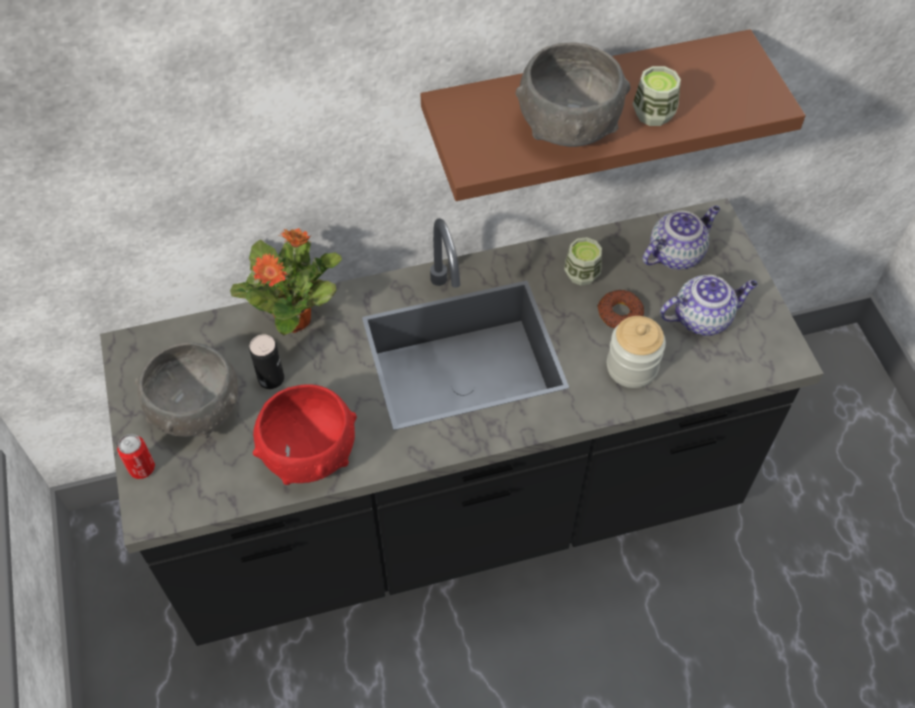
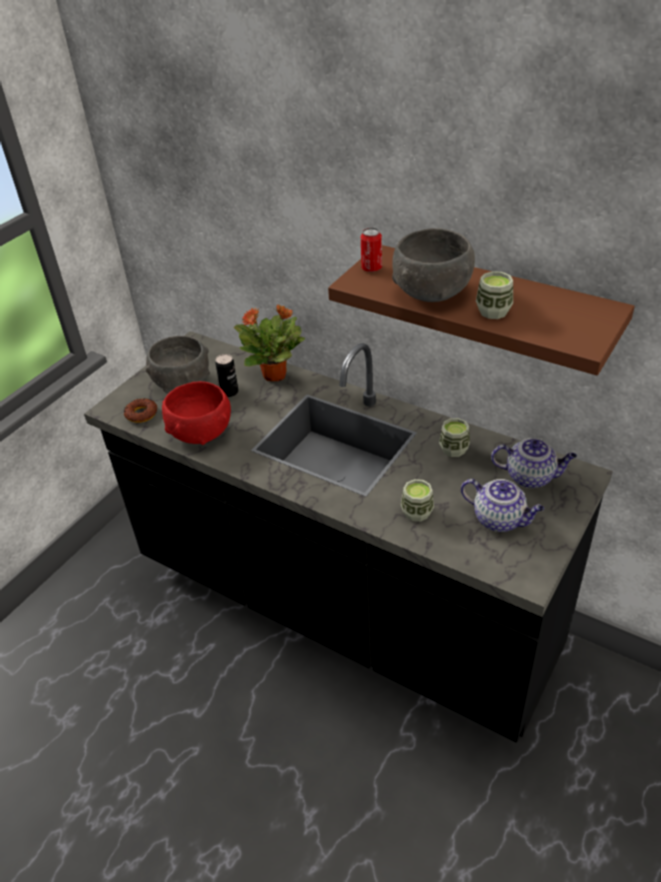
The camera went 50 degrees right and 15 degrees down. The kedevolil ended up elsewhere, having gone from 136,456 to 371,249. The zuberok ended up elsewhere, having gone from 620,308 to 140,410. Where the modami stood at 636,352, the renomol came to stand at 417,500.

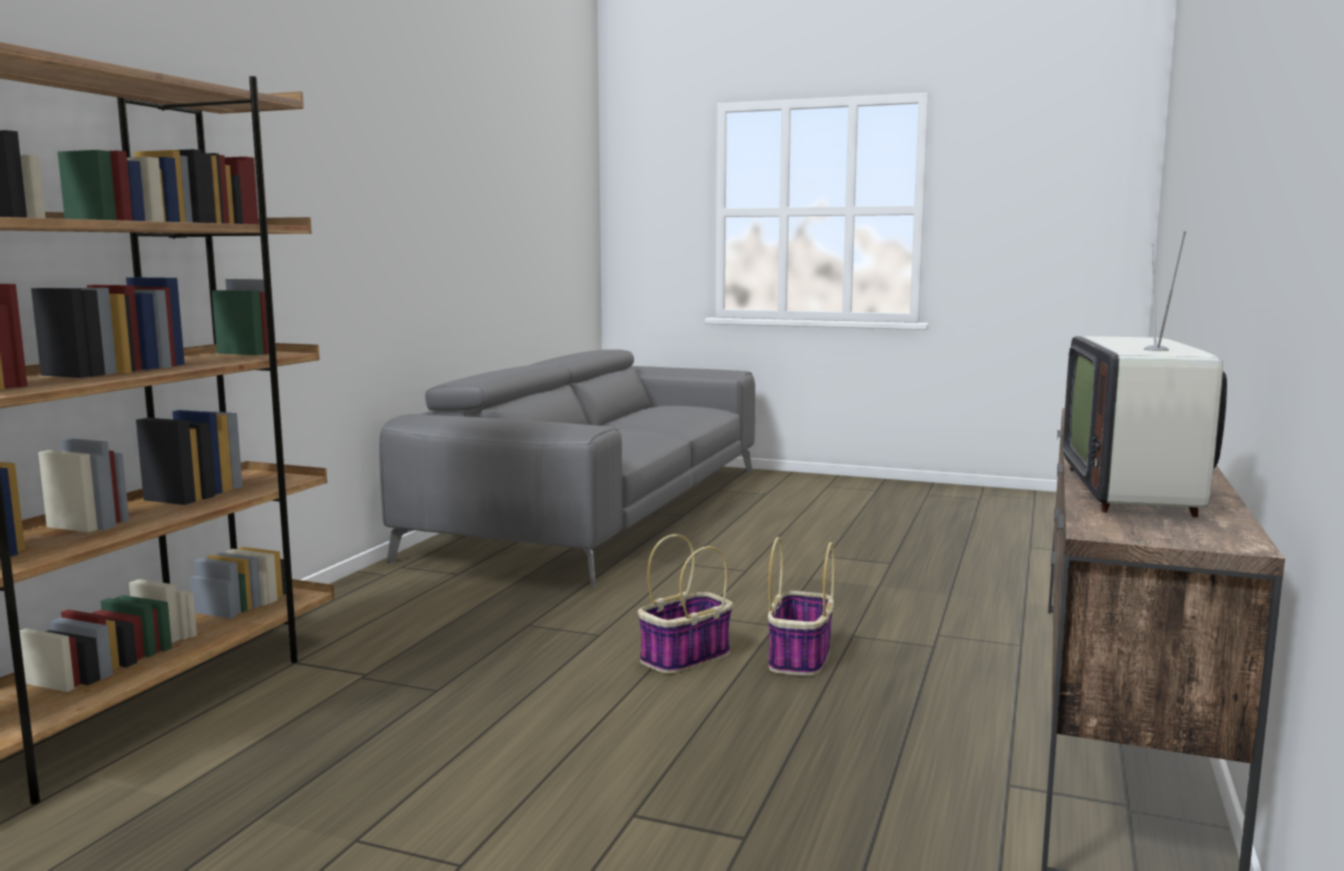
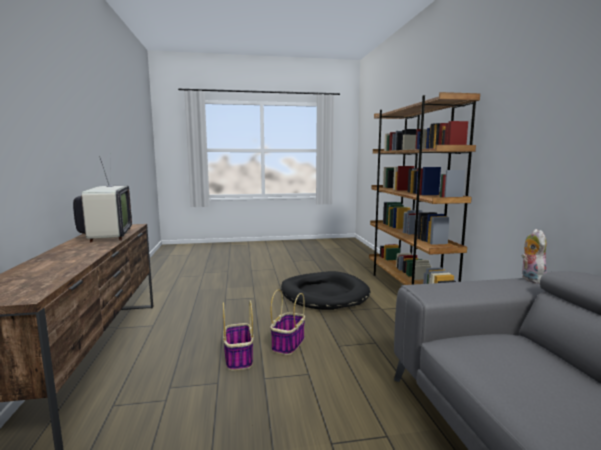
The camera went 150 degrees right and 0 degrees up. The second view gained the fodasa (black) at 325,290. The second view gained the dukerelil at 534,256.

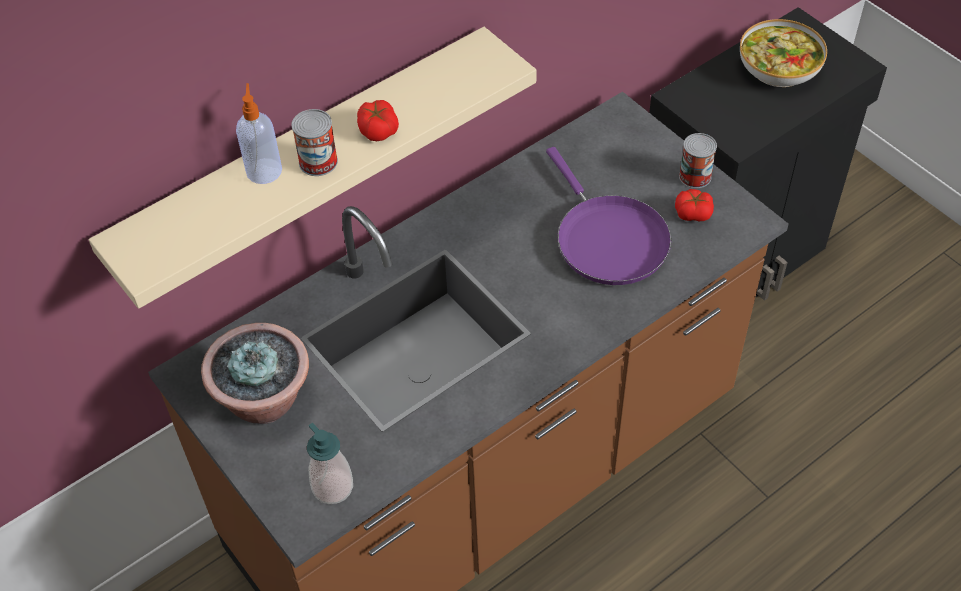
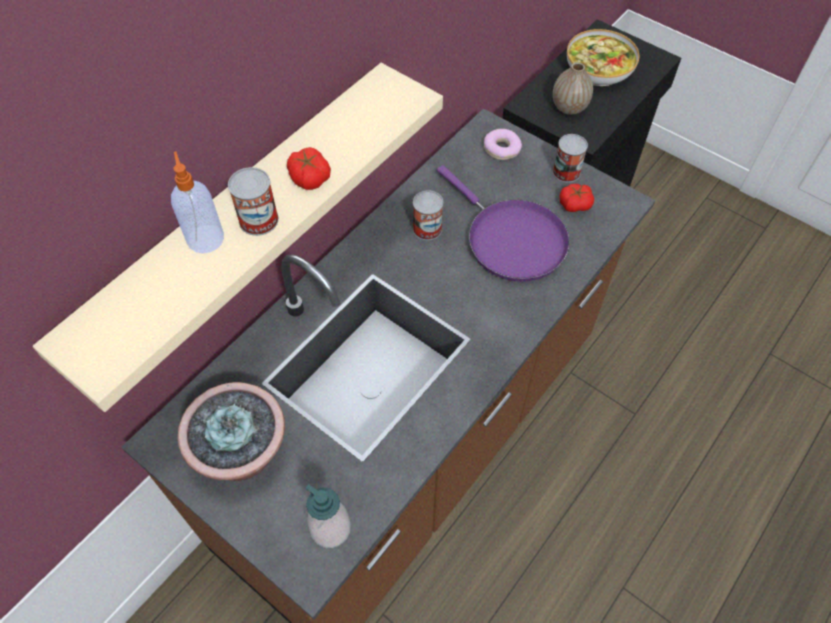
The camera went 15 degrees left and 5 degrees up. The second view gained the kedevolil at 428,215. The second view gained the zuberok at 503,144. The second view gained the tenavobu at 573,88.

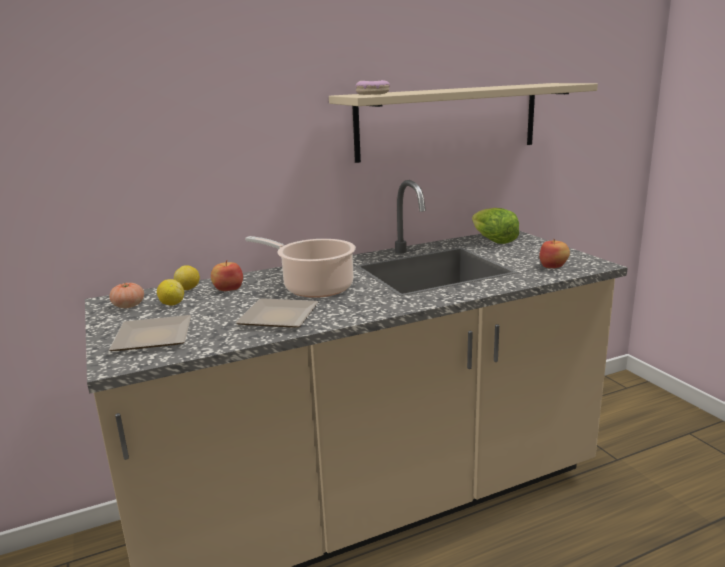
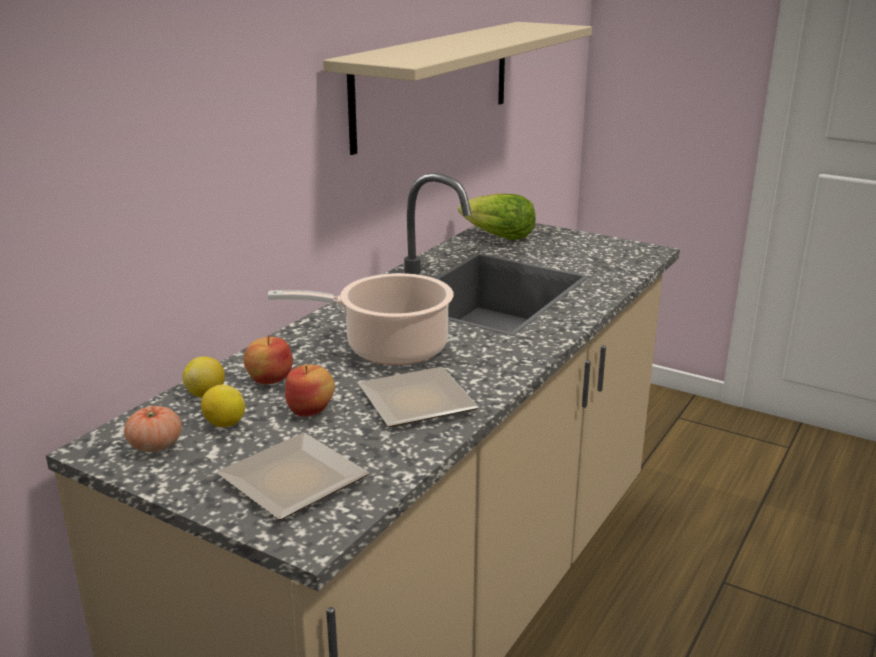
The camera went 35 degrees left and 5 degrees up. The second view lost the zuberok at 372,87. The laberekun ended up elsewhere, having gone from 554,253 to 310,391.

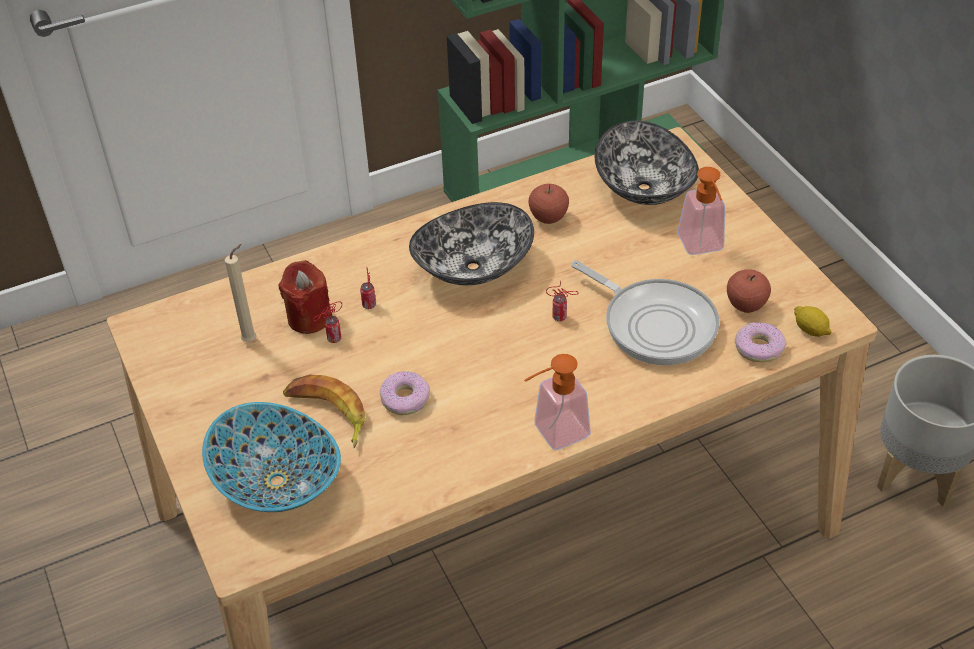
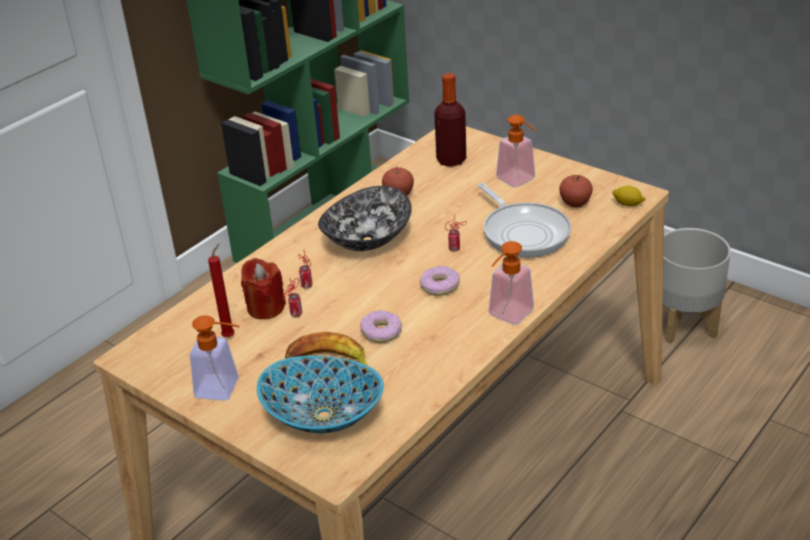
The camera went 25 degrees left and 10 degrees down. What was the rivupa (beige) at 240,293 turned into the rivupa (red) at 221,290. The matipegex at 645,312 ended up facing another way, 45 degrees clockwise from before. Where the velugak stood at 647,163, the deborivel came to stand at 450,120. The zuberok ended up elsewhere, having gone from 760,342 to 440,281. The second view gained the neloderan at 215,358.

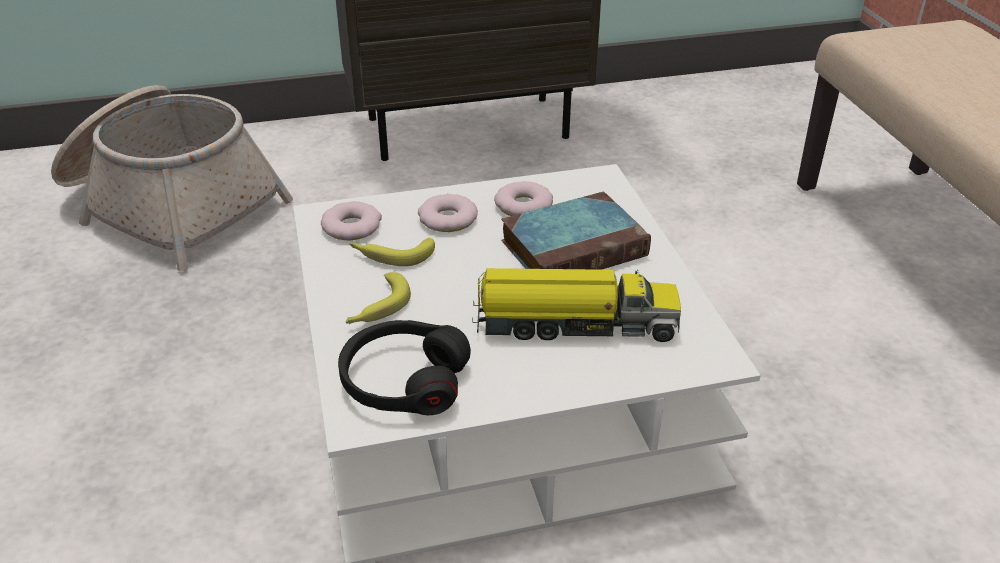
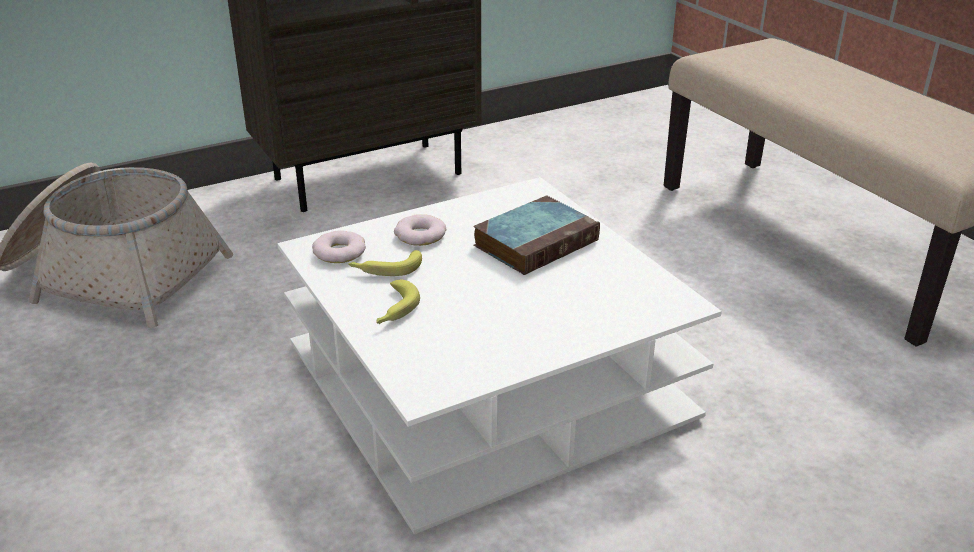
The camera went 15 degrees left and 5 degrees down. The second view lost the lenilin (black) at 404,367. The second view lost the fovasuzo at 576,305. The second view lost the zuberok at 523,198.

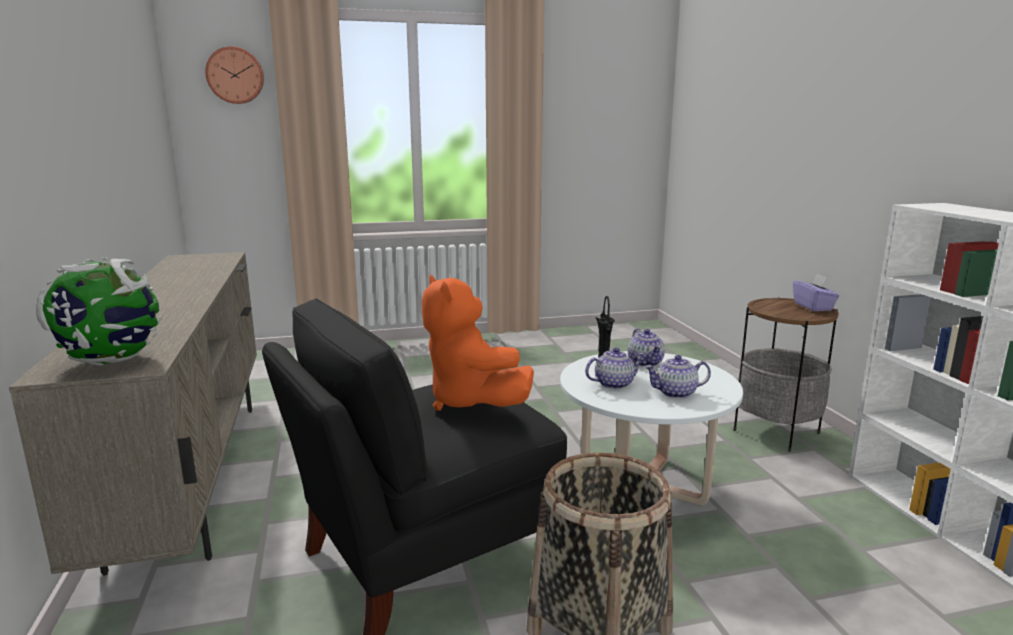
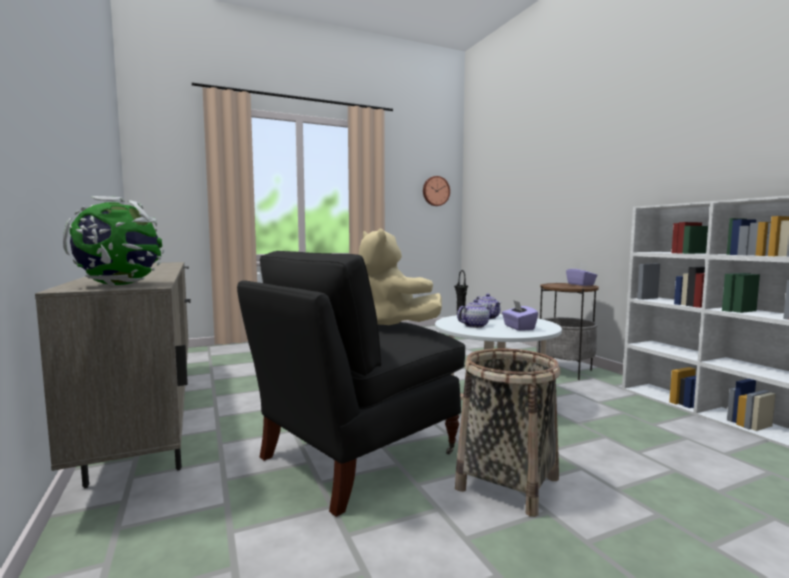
The camera went 10 degrees left and 10 degrees down. The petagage ended up elsewhere, having gone from 234,75 to 436,191. What was the dukerelil (orange) at 478,343 turned into the dukerelil (beige) at 400,276. Where the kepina stood at 678,377, the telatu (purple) came to stand at 520,315.

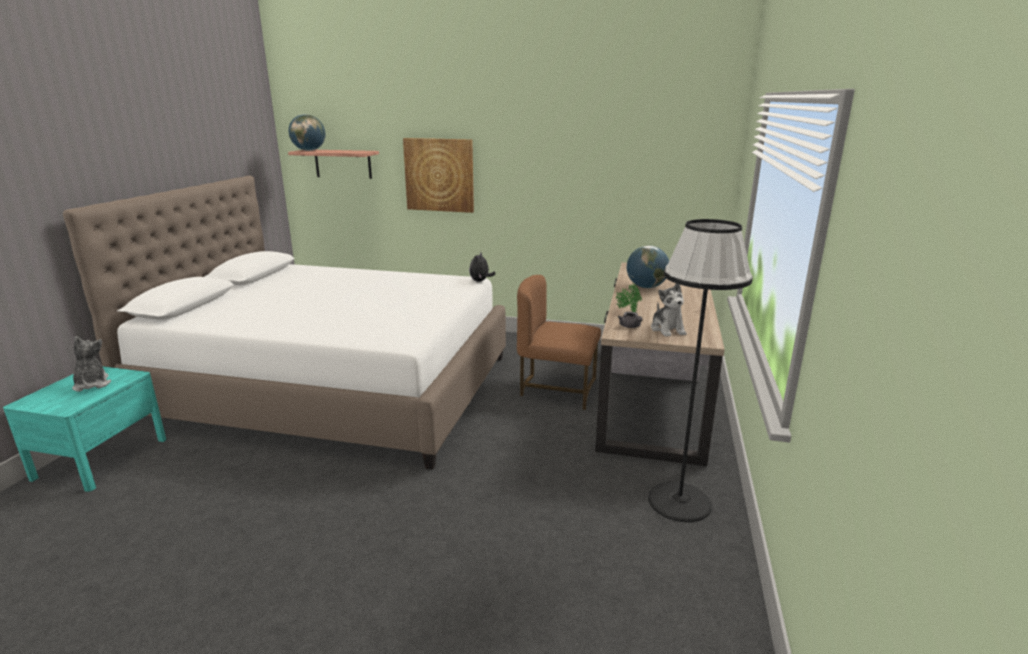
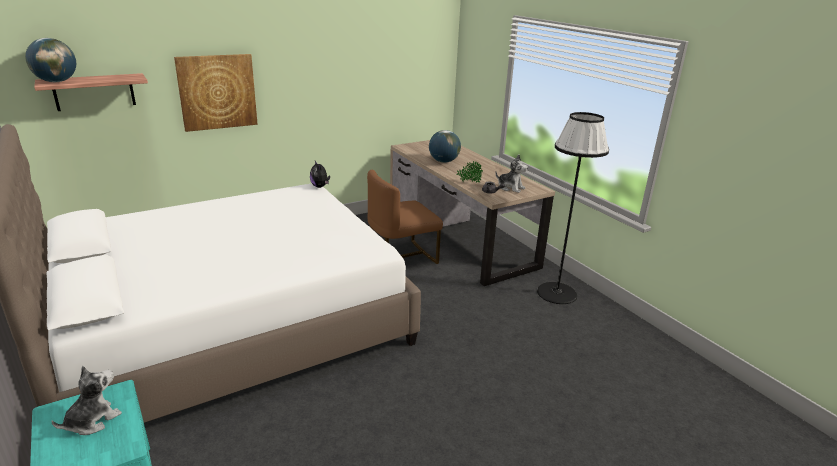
The camera went 45 degrees left and 5 degrees up. The dukerelil at 91,364 ended up facing another way, 105 degrees clockwise from before.

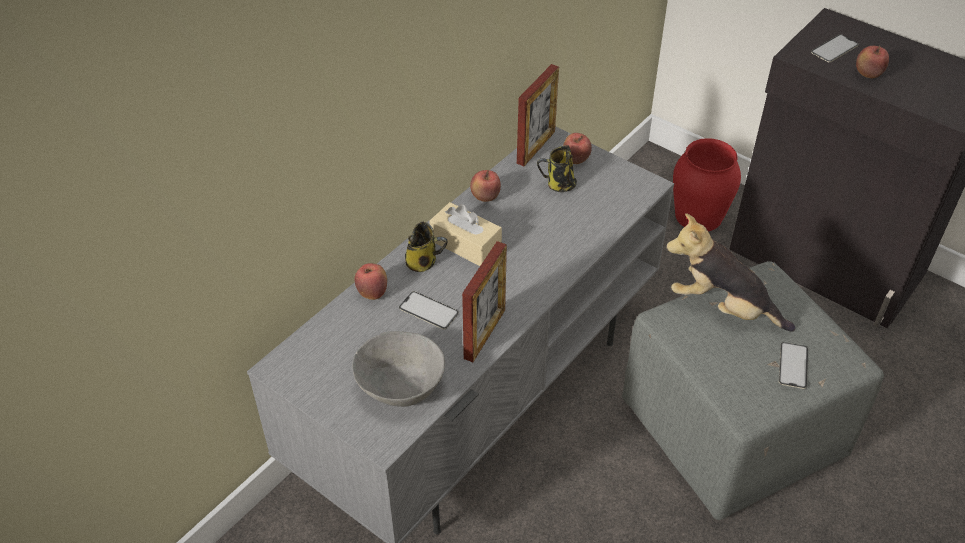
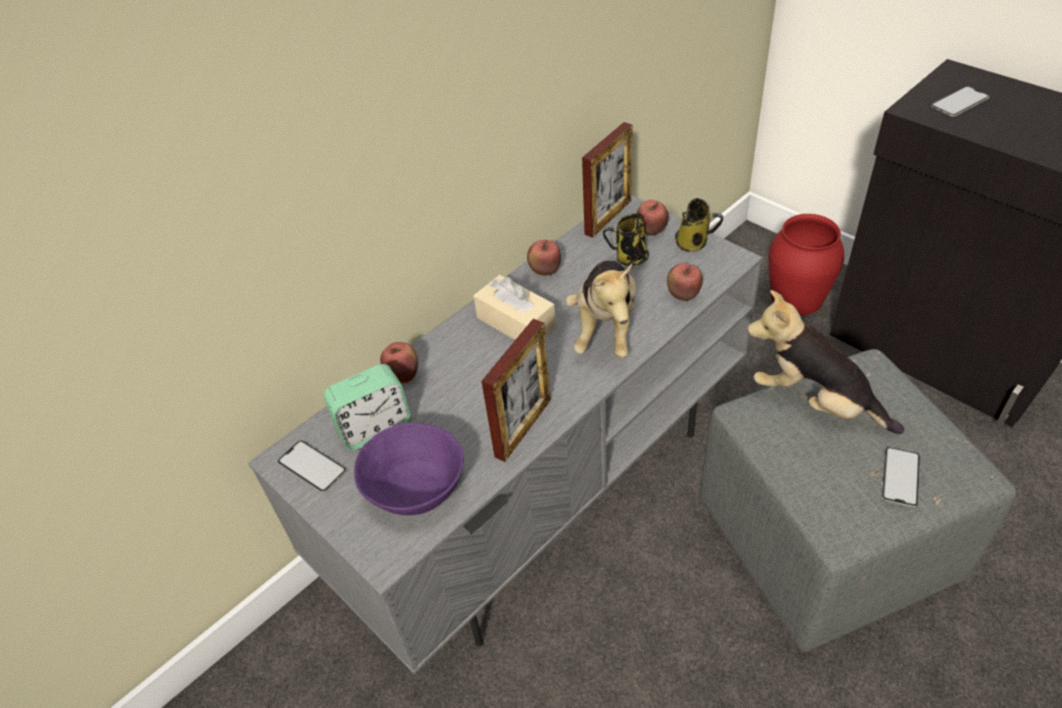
The camera went 10 degrees right and 0 degrees up. What was the velugak (grey) at 398,369 turned into the velugak (purple) at 409,469. The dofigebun ended up elsewhere, having gone from 429,310 to 312,466. The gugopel ended up elsewhere, having gone from 426,247 to 699,225. The laberekun ended up elsewhere, having gone from 872,62 to 685,282. The second view gained the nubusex at 367,407. The second view gained the dukerelil at 601,309.

